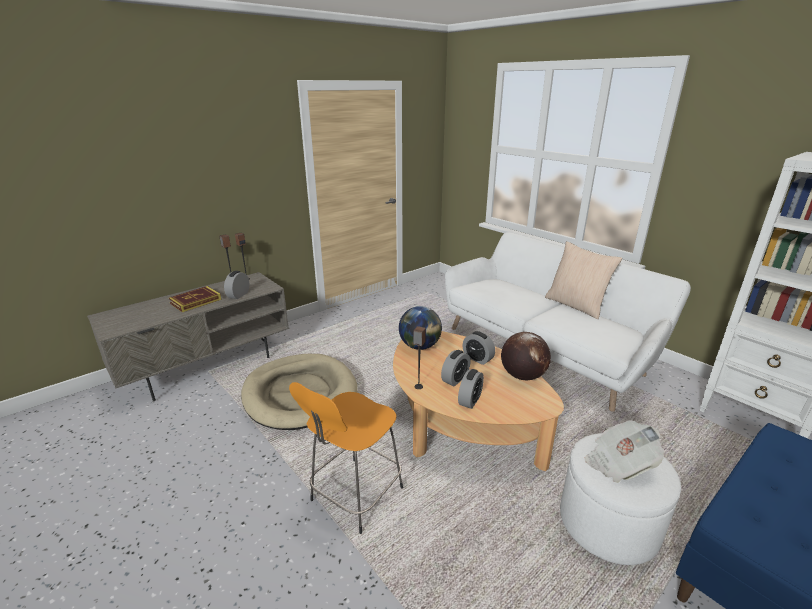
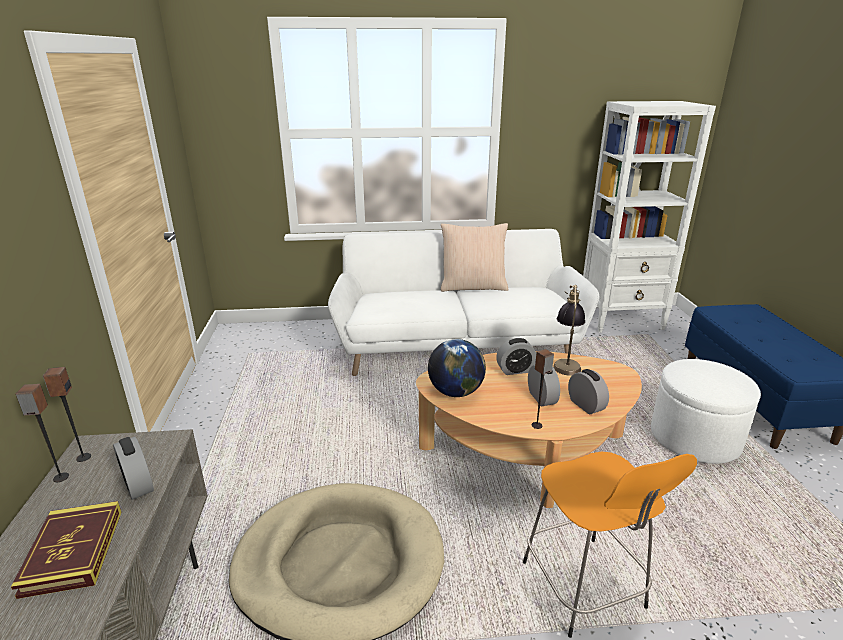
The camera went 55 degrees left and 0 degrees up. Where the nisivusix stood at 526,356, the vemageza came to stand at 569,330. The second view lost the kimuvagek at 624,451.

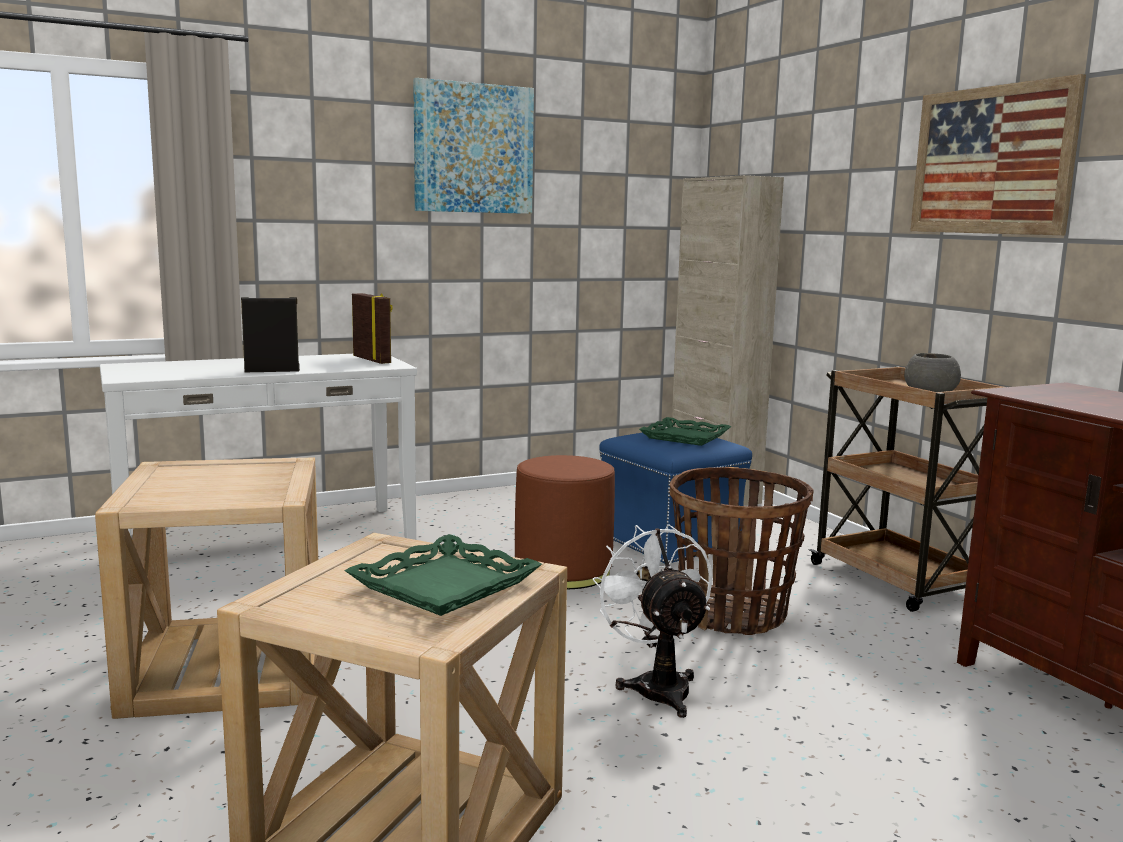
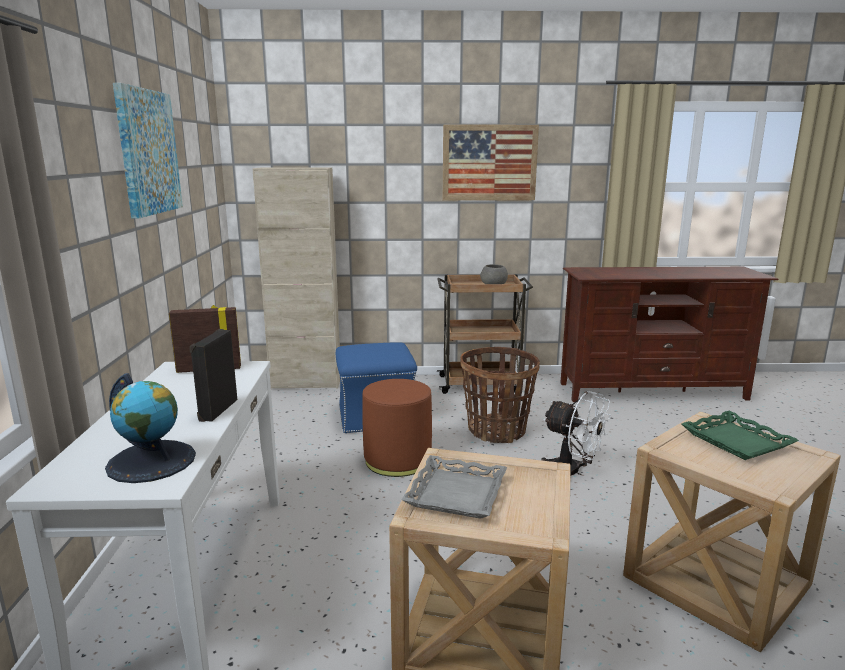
The camera went 65 degrees left and 5 degrees up. The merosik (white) at 652,621 ended up facing another way, 150 degrees counterclockwise from before. The second view lost the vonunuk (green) at 685,431. The second view gained the nisivusix at 150,428. The second view gained the vonunuk (grey) at 454,487.

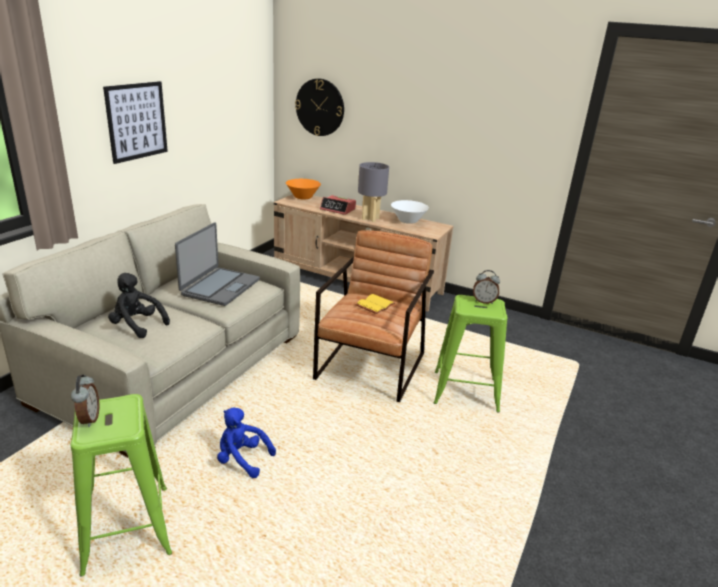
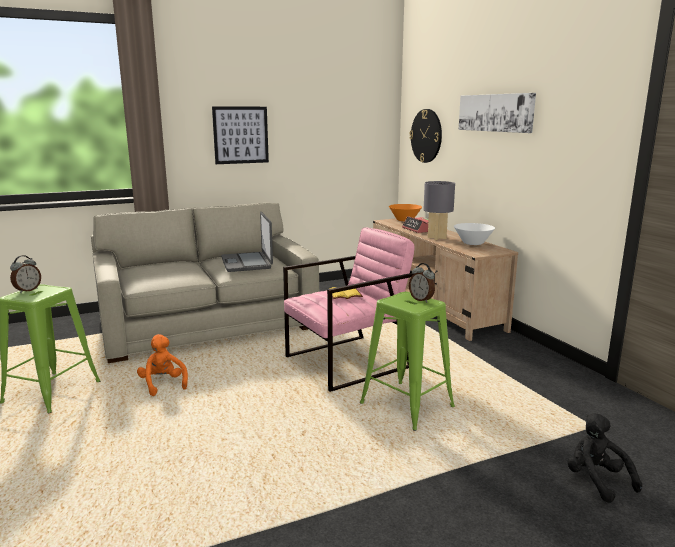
The camera went 40 degrees right and 10 degrees down. The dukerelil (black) ended up elsewhere, having gone from 139,305 to 604,458. The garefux at 217,264 ended up facing another way, 105 degrees clockwise from before. What was the dukerelil (blue) at 246,442 turned into the dukerelil (orange) at 162,365. What was the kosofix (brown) at 373,316 turned into the kosofix (pink) at 349,309. The second view gained the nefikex at 497,113.

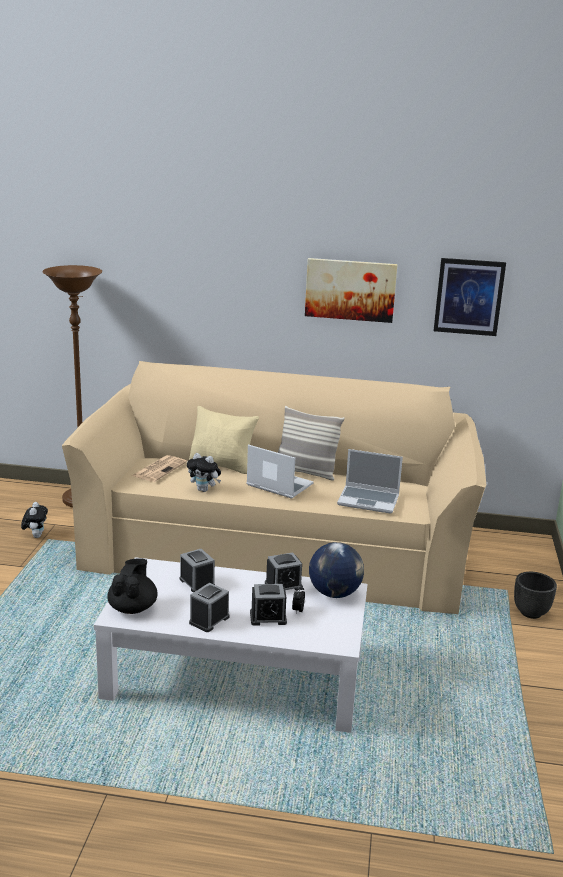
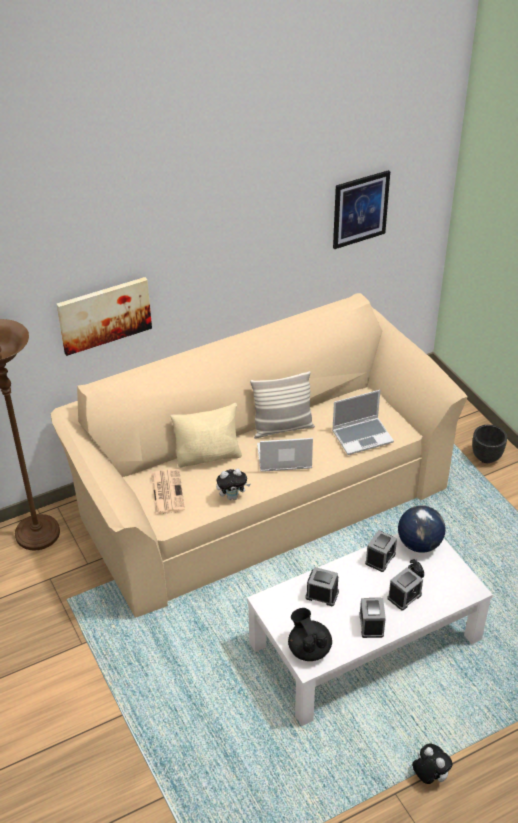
The camera went 35 degrees left and 20 degrees up. The dukerelil ended up elsewhere, having gone from 34,520 to 432,764. The nefikex ended up elsewhere, having gone from 351,290 to 104,316.

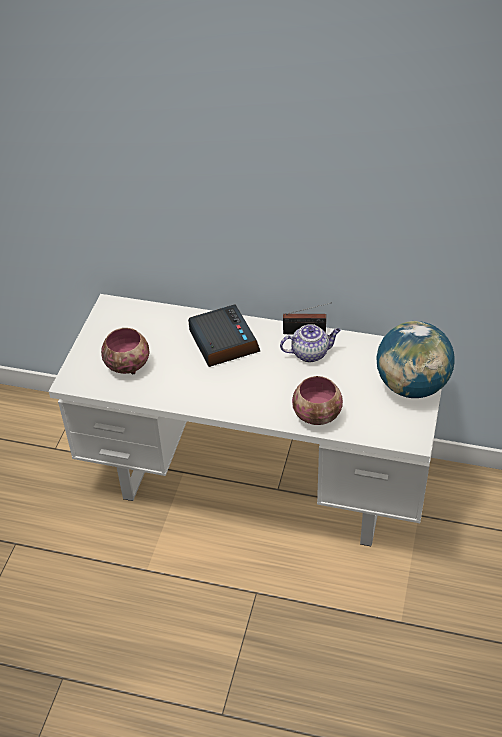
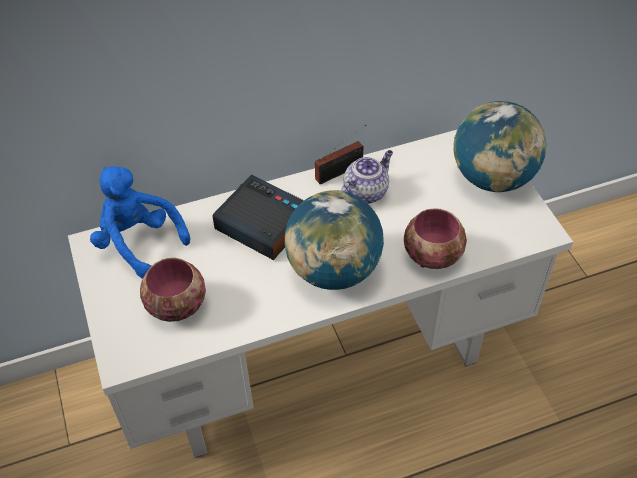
The camera went 35 degrees left and 5 degrees up. The second view gained the dukerelil (blue) at 140,222. The second view gained the nisivusix at 334,240.

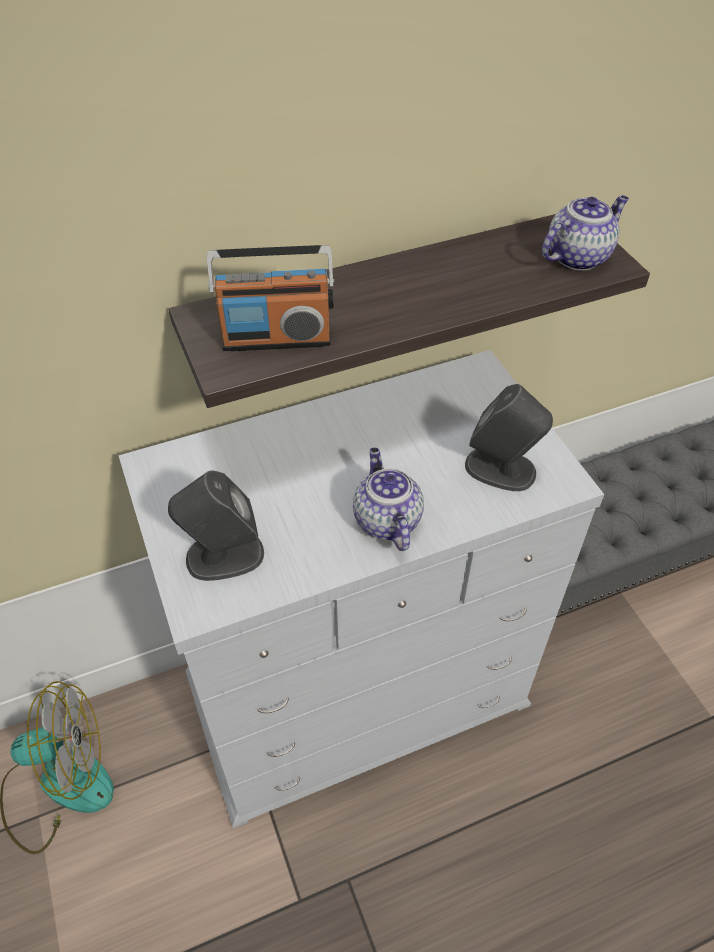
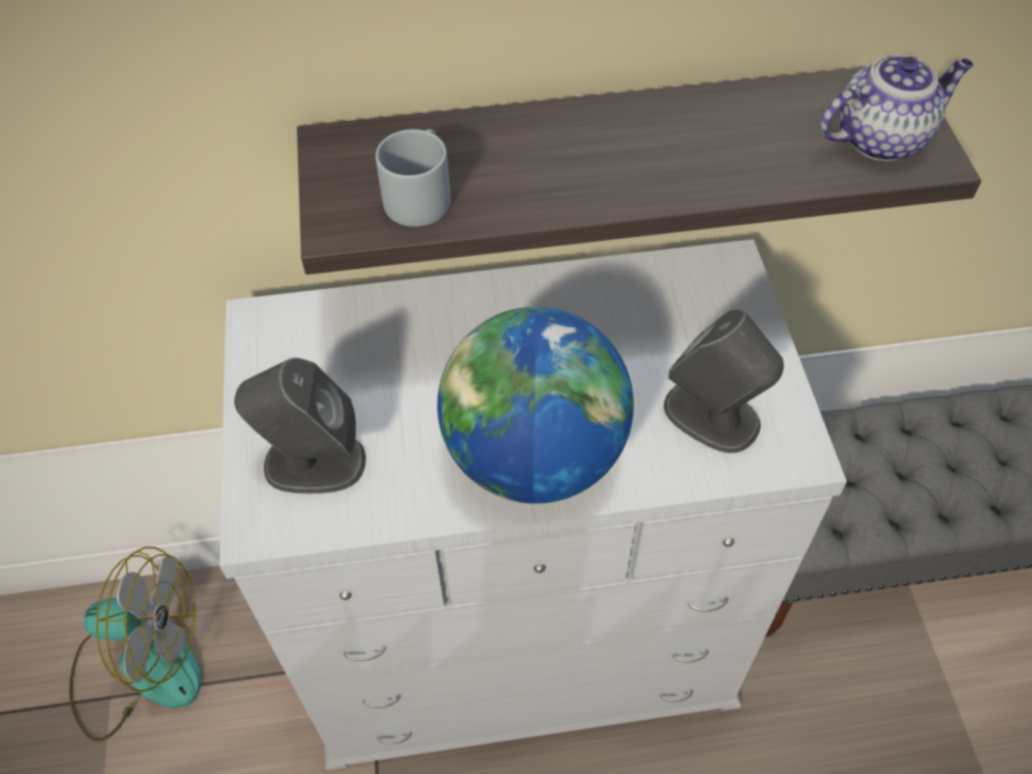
The camera went 15 degrees right and 5 degrees up. Where the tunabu stood at 270,298, the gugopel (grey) came to stand at 413,178. Where the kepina stood at 388,499, the nisivusix came to stand at 535,405.

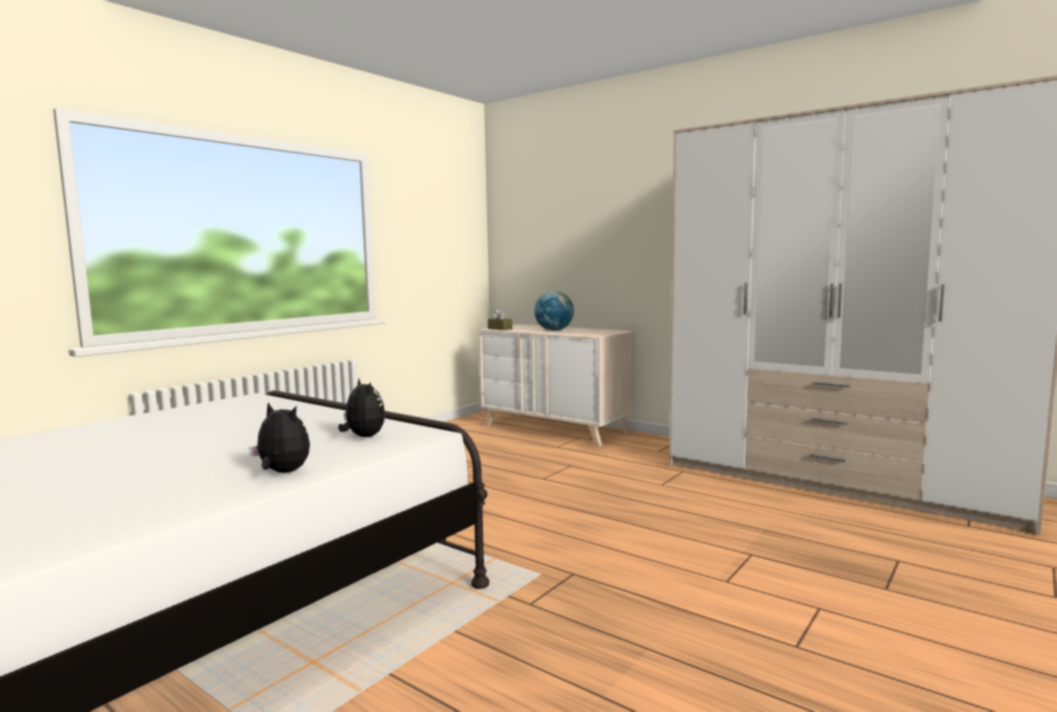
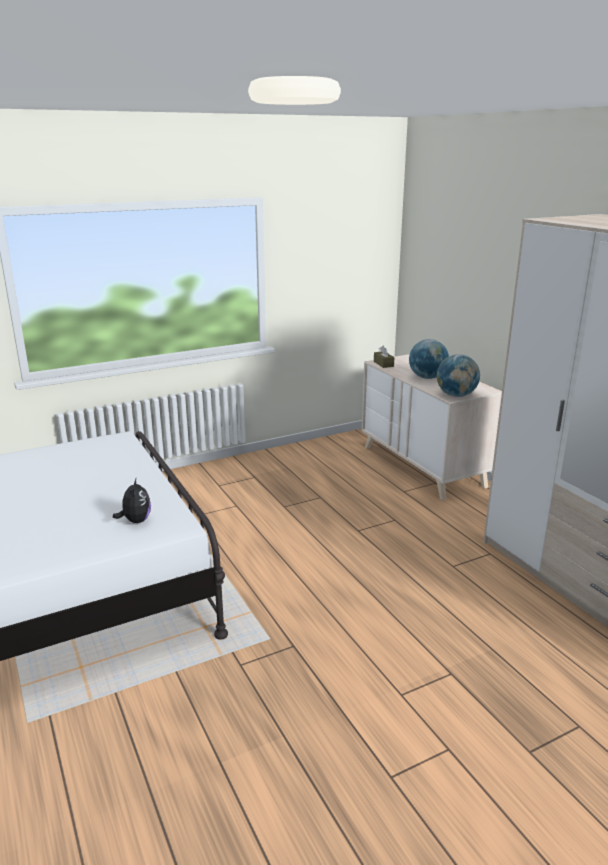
The camera went 25 degrees right and 15 degrees up. The second view lost the dukerelil at 279,438. The second view gained the nisivusix at 458,375.

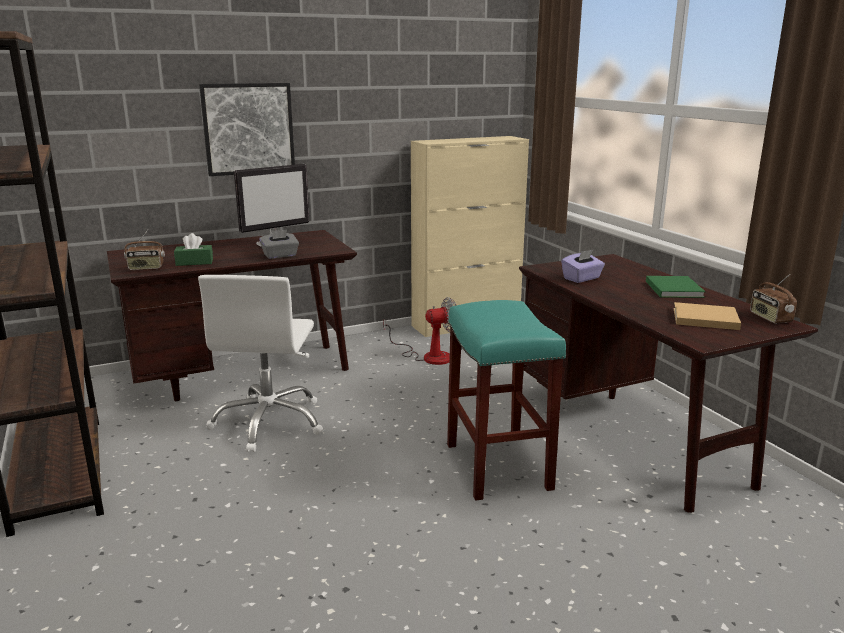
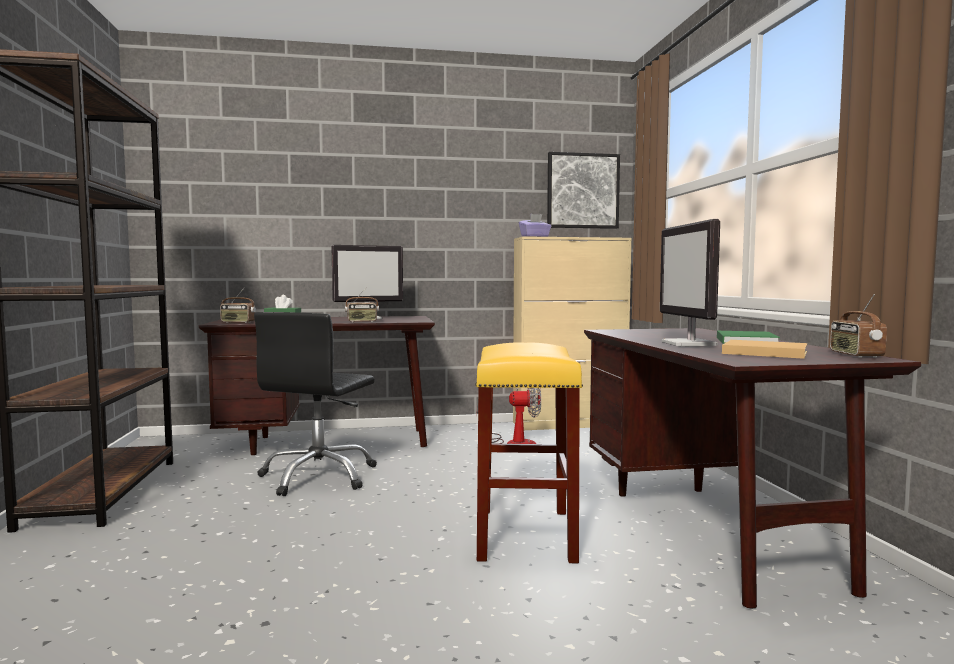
The camera went 15 degrees right and 15 degrees down. What was the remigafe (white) at 260,363 turned into the remigafe (black) at 315,404. The nefikex ended up elsewhere, having gone from 247,129 to 583,190. Where the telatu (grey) stood at 279,244, the tunabu came to stand at 362,304. What was the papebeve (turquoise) at 506,400 turned into the papebeve (yellow) at 529,452. The telatu (purple) ended up elsewhere, having gone from 583,266 to 535,225. The second view gained the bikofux at 690,282.

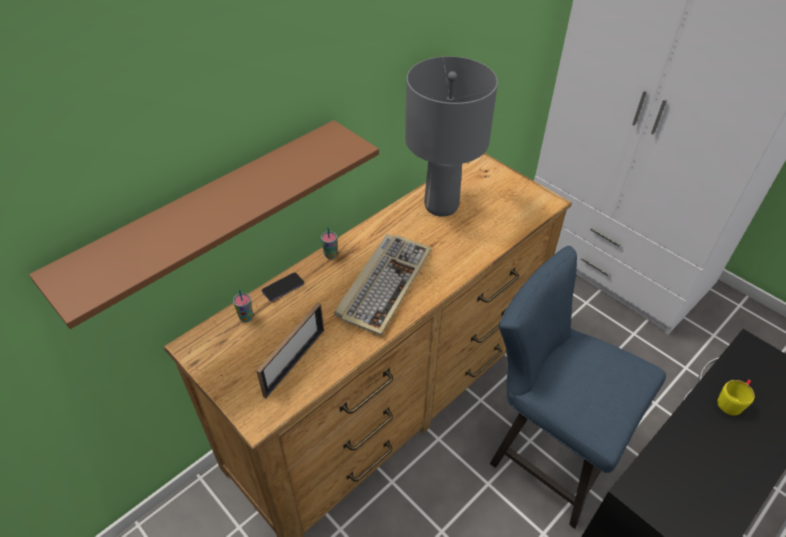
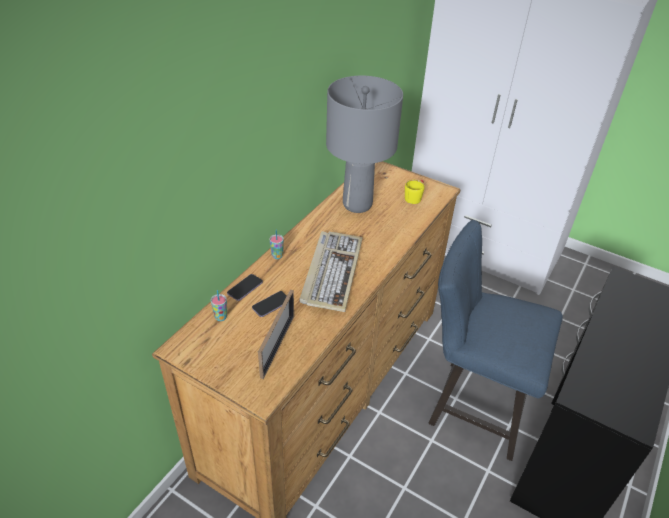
The camera went 15 degrees left and 5 degrees down. The second view lost the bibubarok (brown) at 204,224. The gugopel (yellow) ended up elsewhere, having gone from 736,397 to 415,192. The second view gained the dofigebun at 269,304.

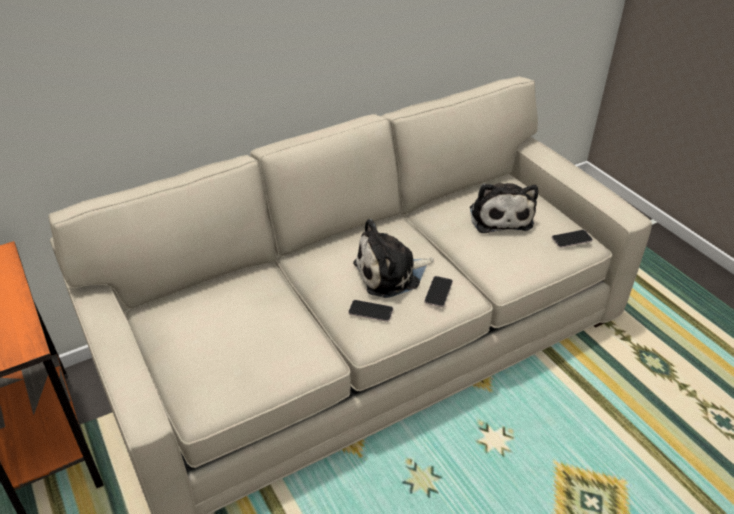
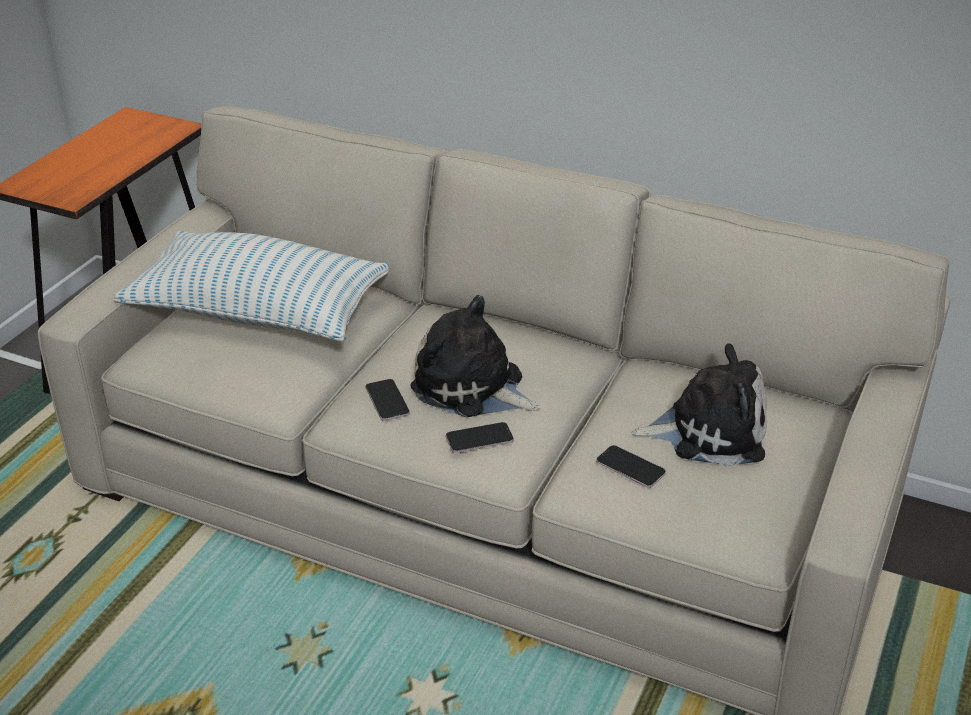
The camera went 55 degrees right and 5 degrees down. The dukerelil at 504,208 ended up facing another way, 135 degrees counterclockwise from before. The dofigebun ended up elsewhere, having gone from 572,239 to 631,466. The second view gained the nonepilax at 252,286.

